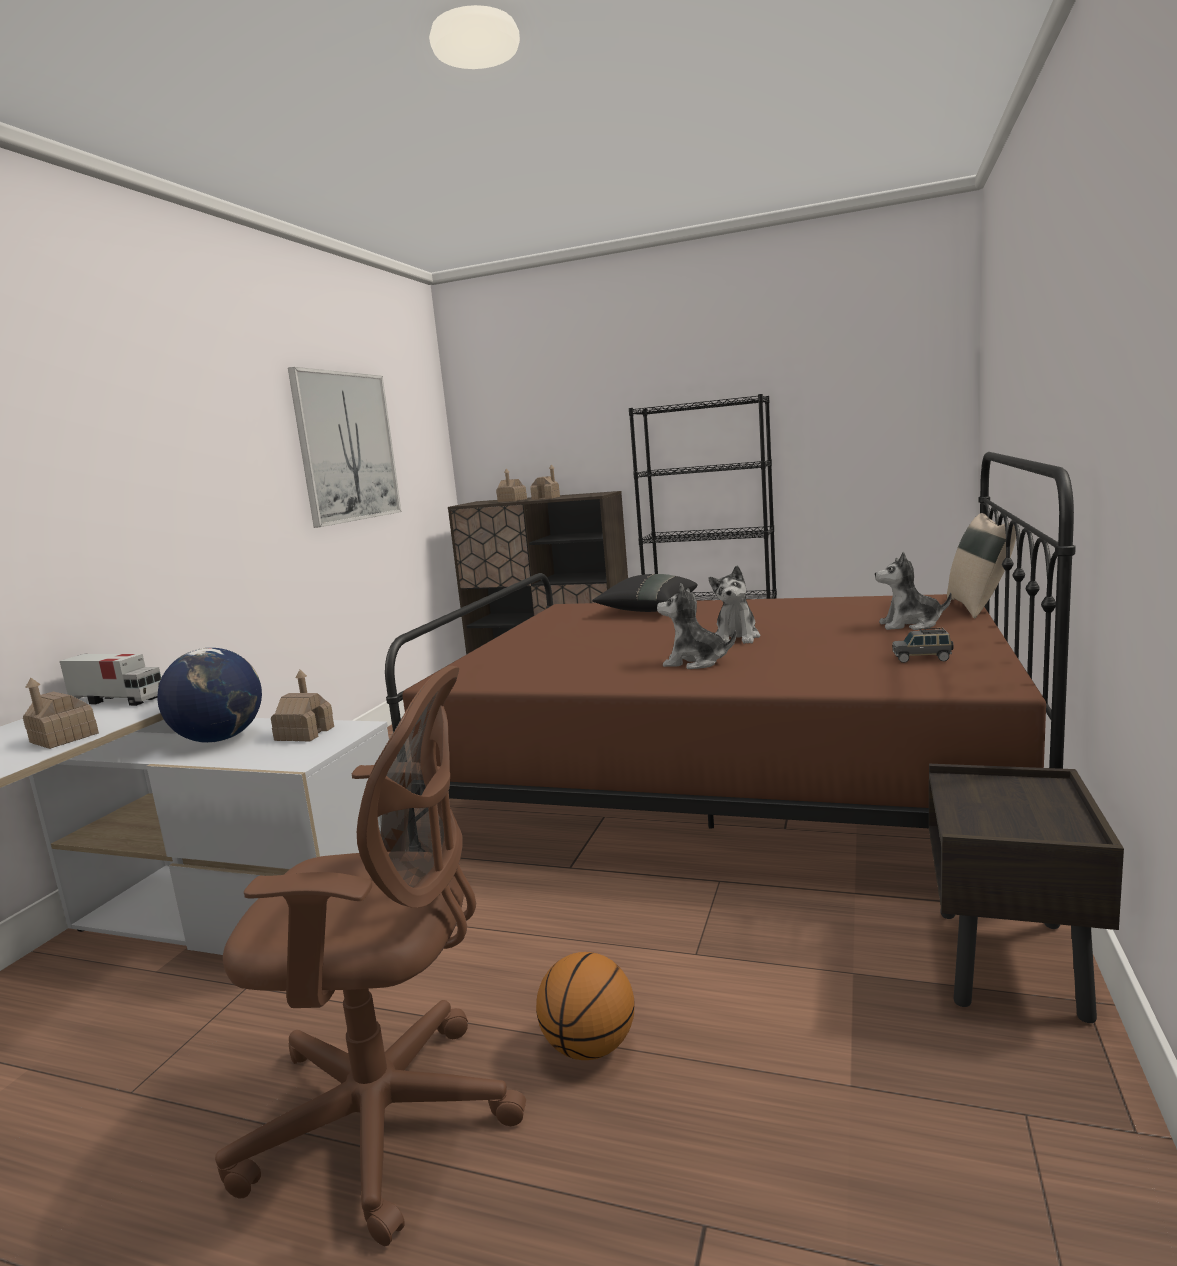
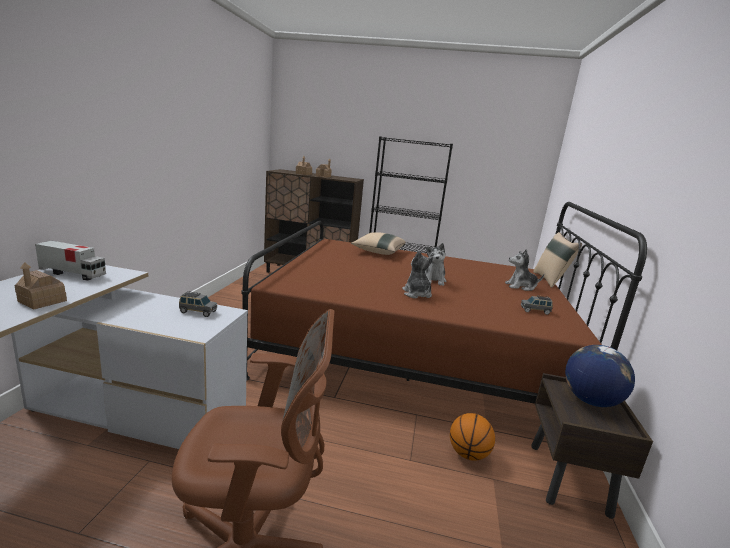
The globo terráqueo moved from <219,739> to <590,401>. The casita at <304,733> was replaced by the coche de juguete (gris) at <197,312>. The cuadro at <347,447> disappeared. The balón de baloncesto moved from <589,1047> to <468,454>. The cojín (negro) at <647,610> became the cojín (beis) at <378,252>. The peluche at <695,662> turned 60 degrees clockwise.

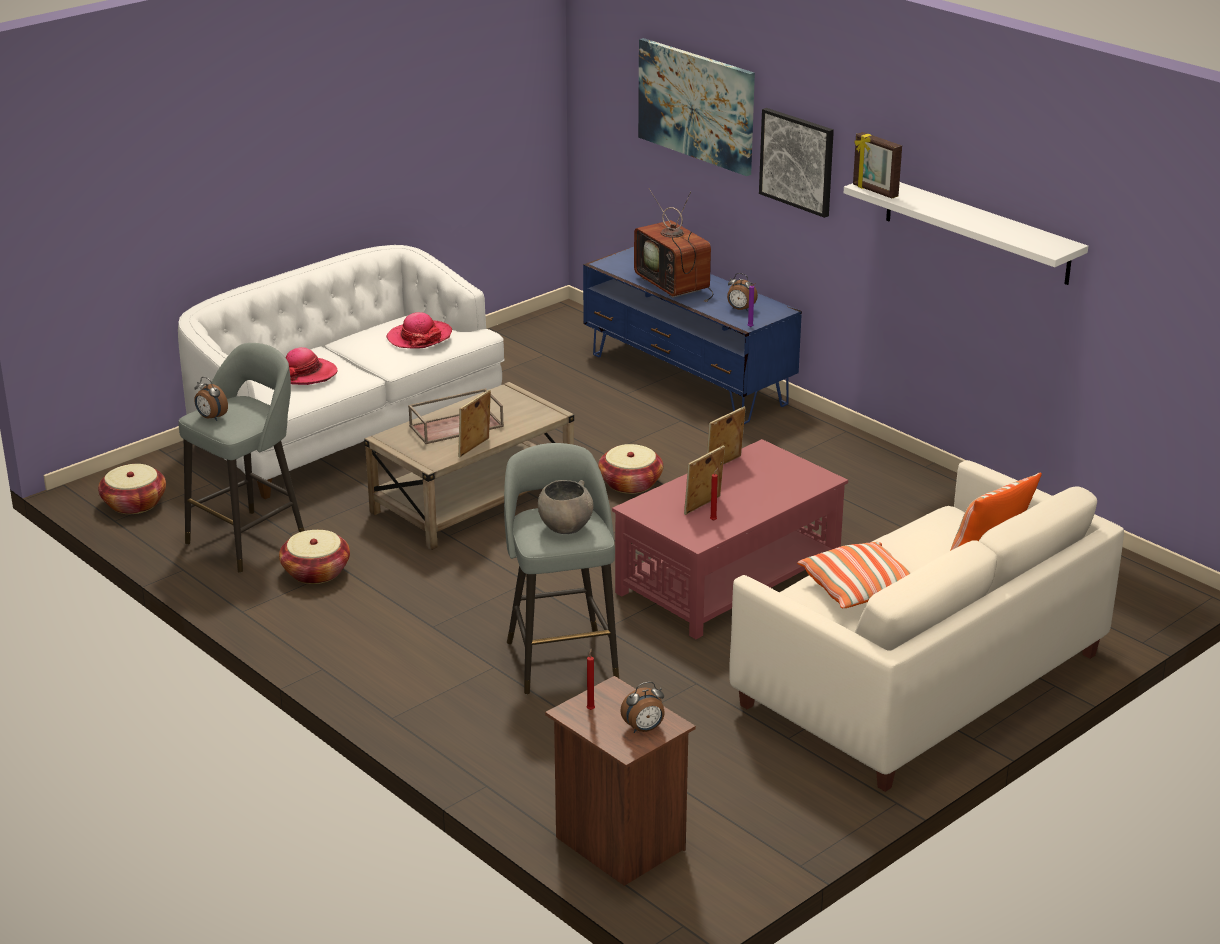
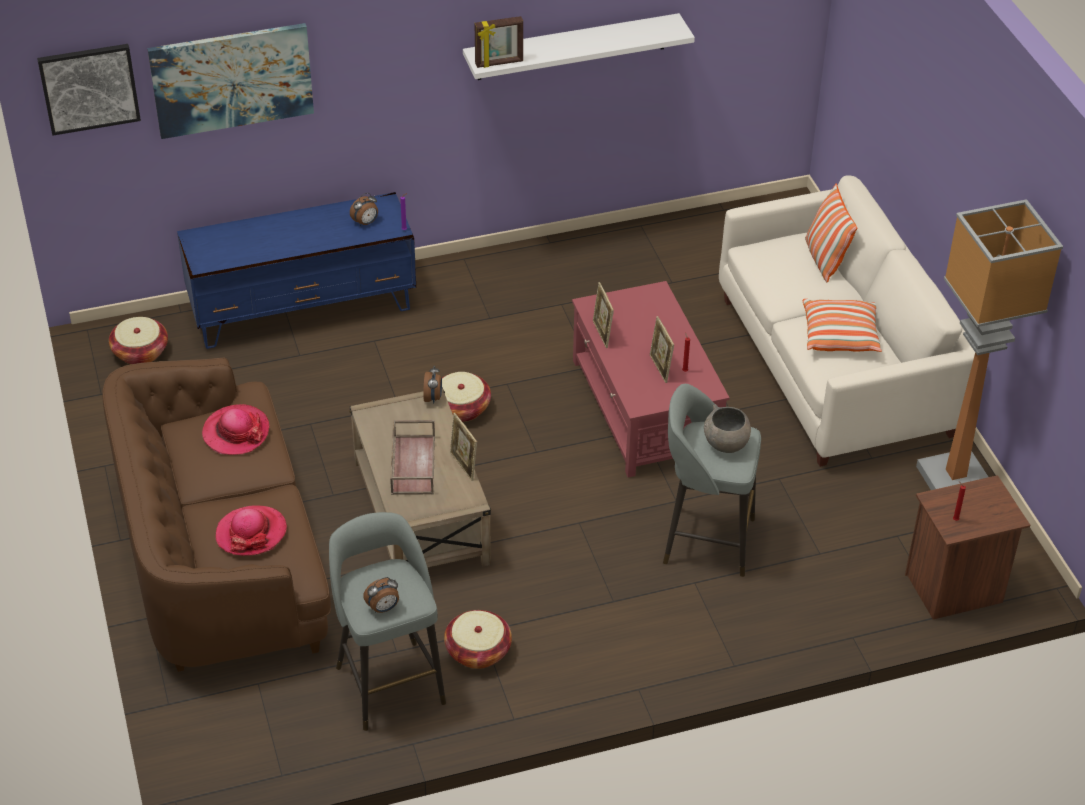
The cesta moved from <134,504> to <140,352>. The sofá (blanco) at <345,429> became the sofá (marrón) at <221,557>. The despertador moved from <644,729> to <433,398>. The televisor at <675,285> disappeared. The cuadro moved from <797,161> to <89,88>. The lámpara de pie at <956,480> appeared.

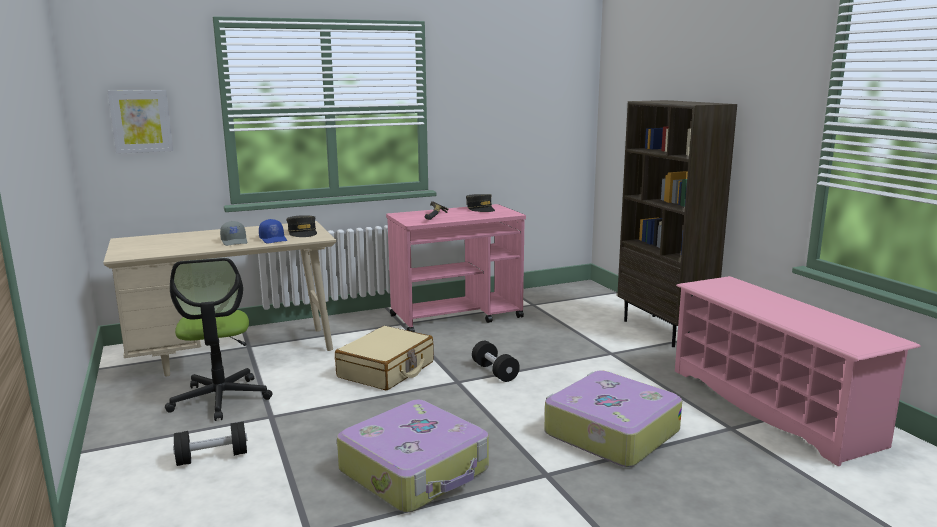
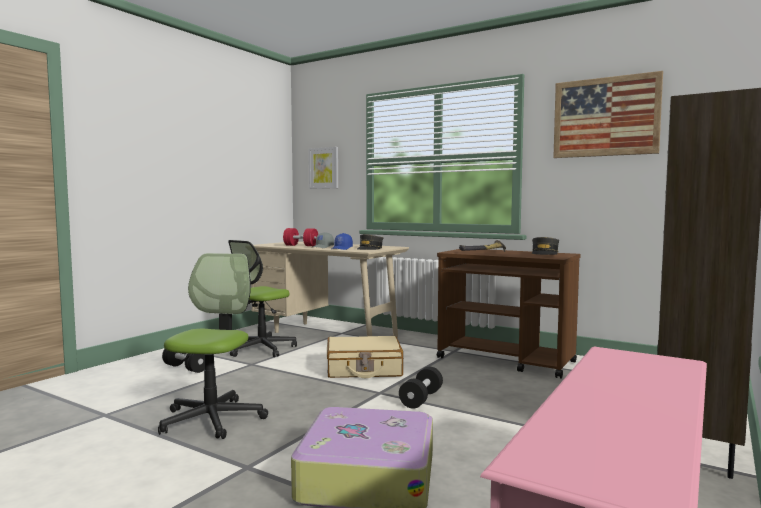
The maleta at <416,471> was replaced by the silla de oficina at <212,419>. The carrito (rosa) at <457,316> became the carrito (marrón) at <506,360>. The mancuerna (rojo) at <301,245> appeared. The cuadro at <605,117> appeared.

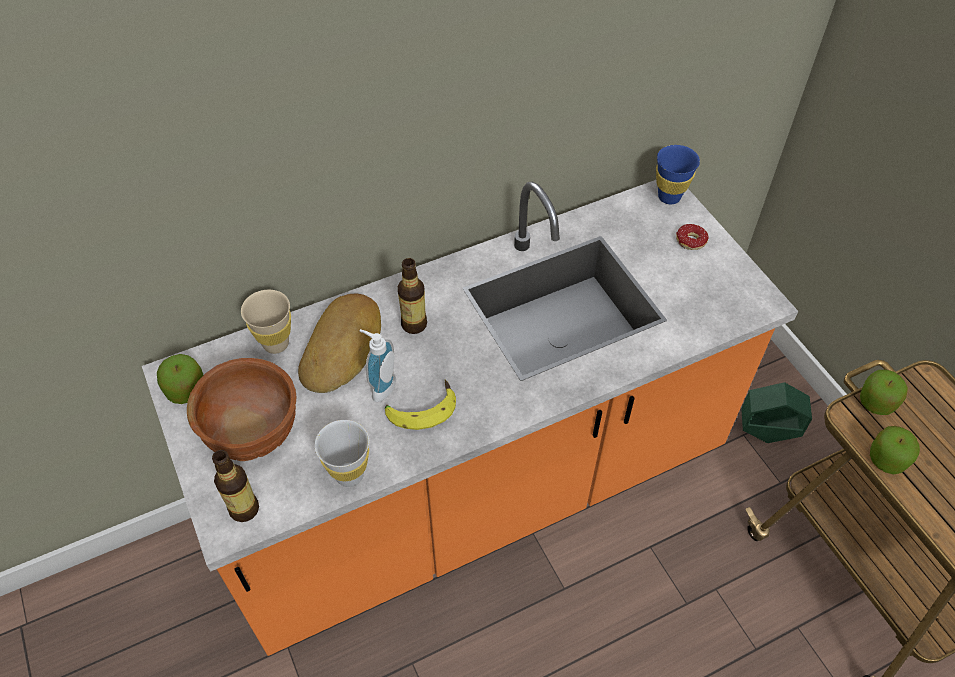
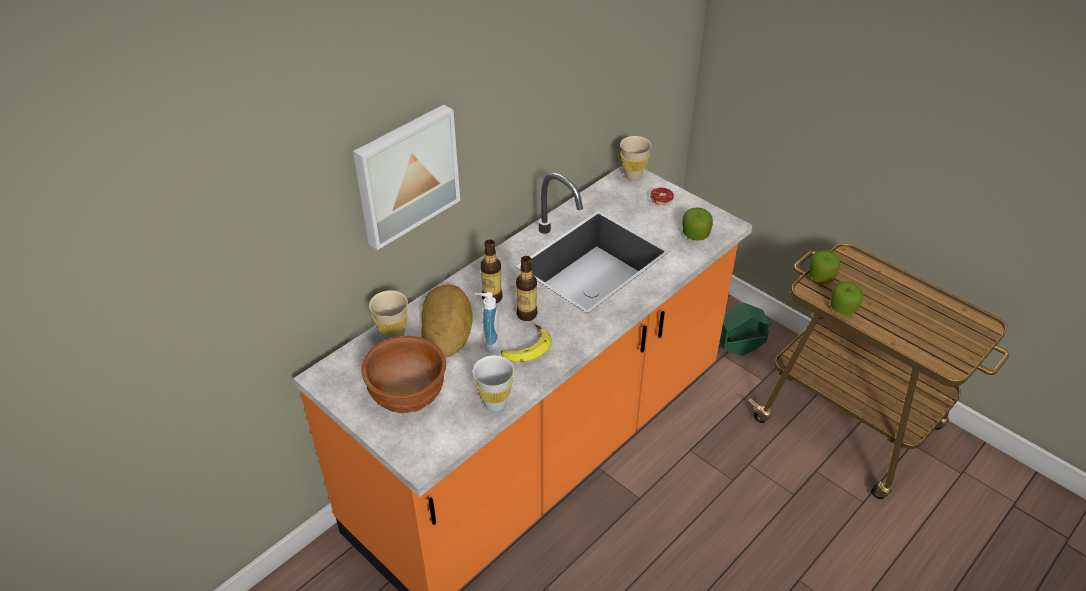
The manzana moved from <186,390> to <695,234>. The botella moved from <244,509> to <527,314>. The taza (azul) at <669,197> became the taza (beis) at <633,176>. The cuadro at <405,174> appeared.

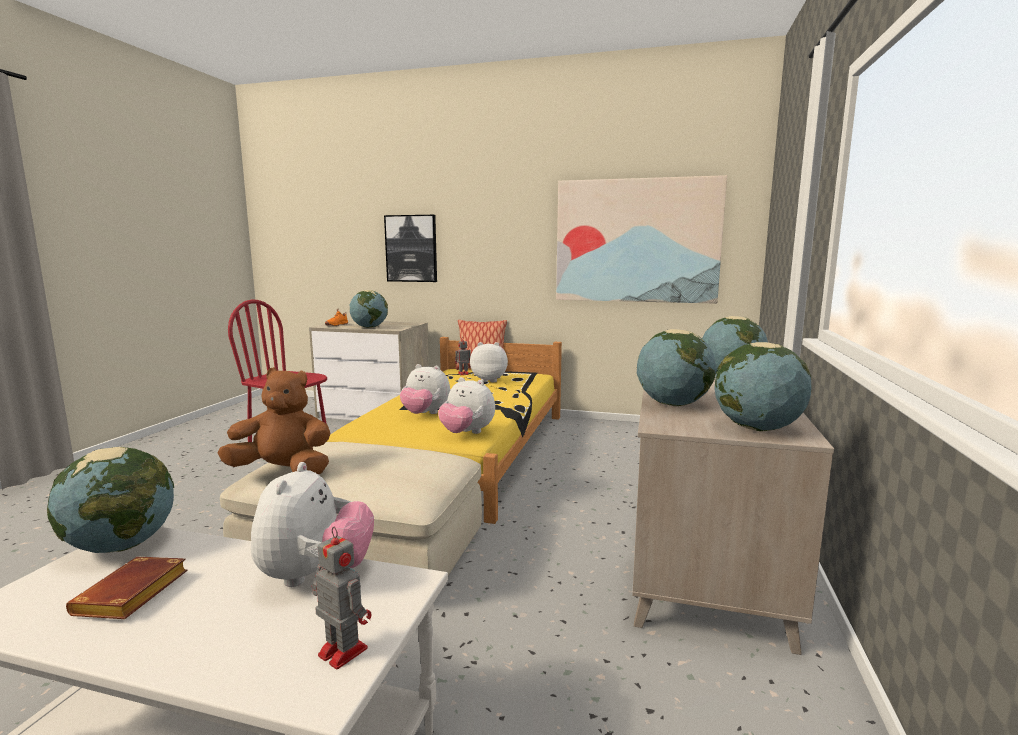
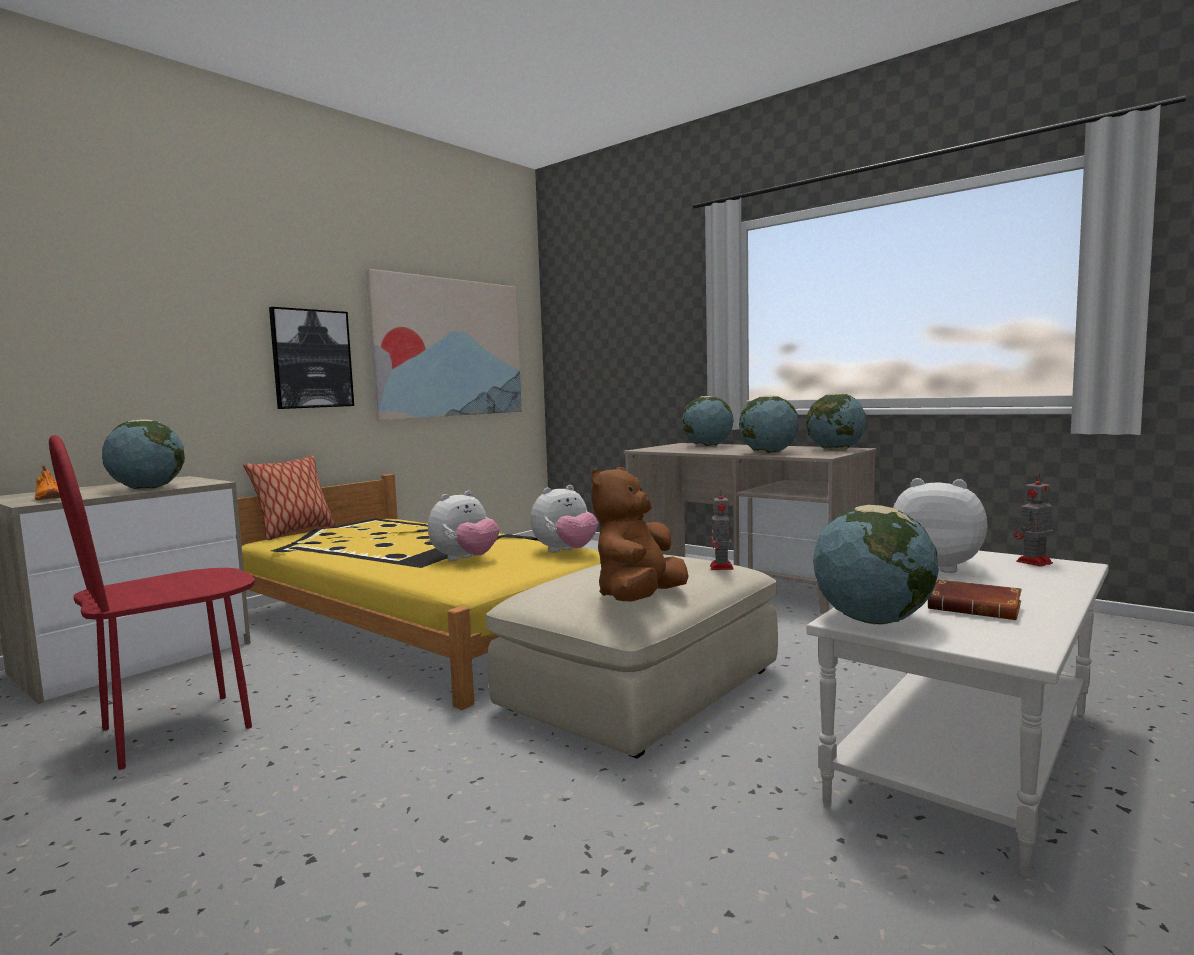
The cuadro moved from <411,248> to <311,359>. The robot de juguete moved from <462,374> to <721,567>. The peluche at <489,380> disappeared.

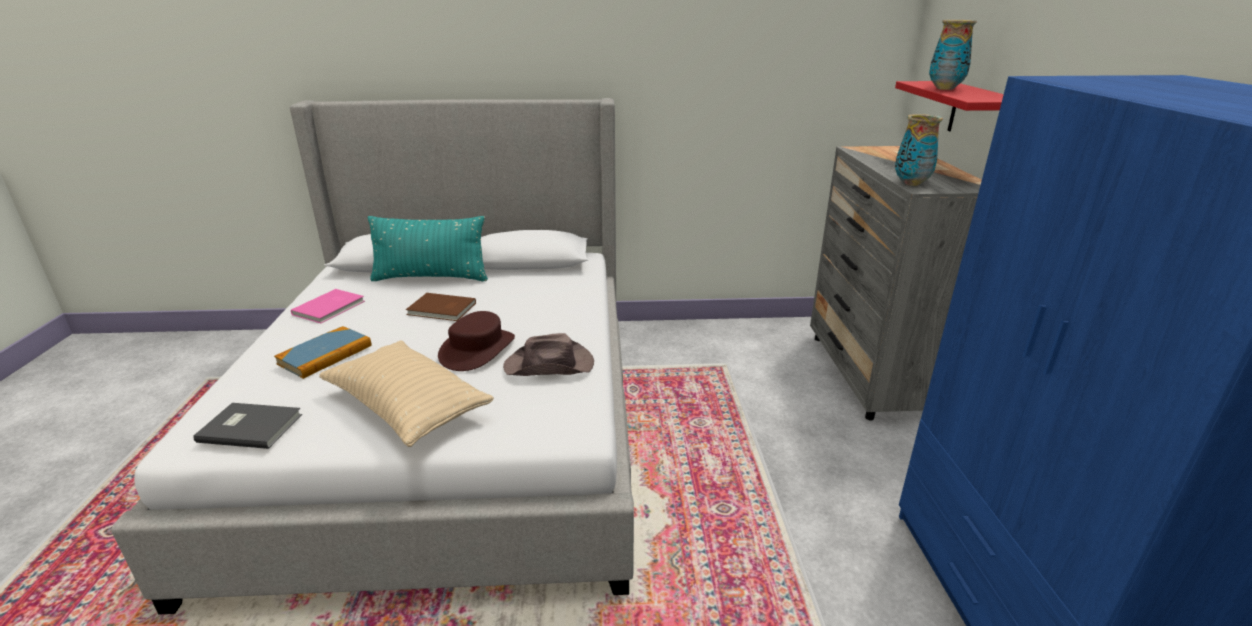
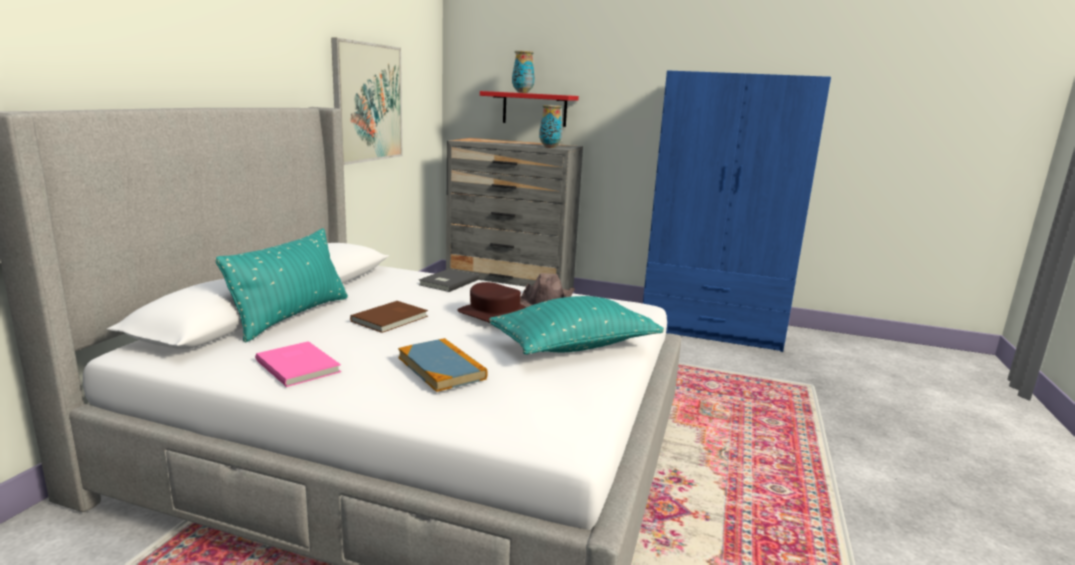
The libro (gris) moved from <250,426> to <447,282>. The cojín (beis) at <408,408> became the cojín (turquesa) at <574,346>. The cuadro at <368,102> appeared.

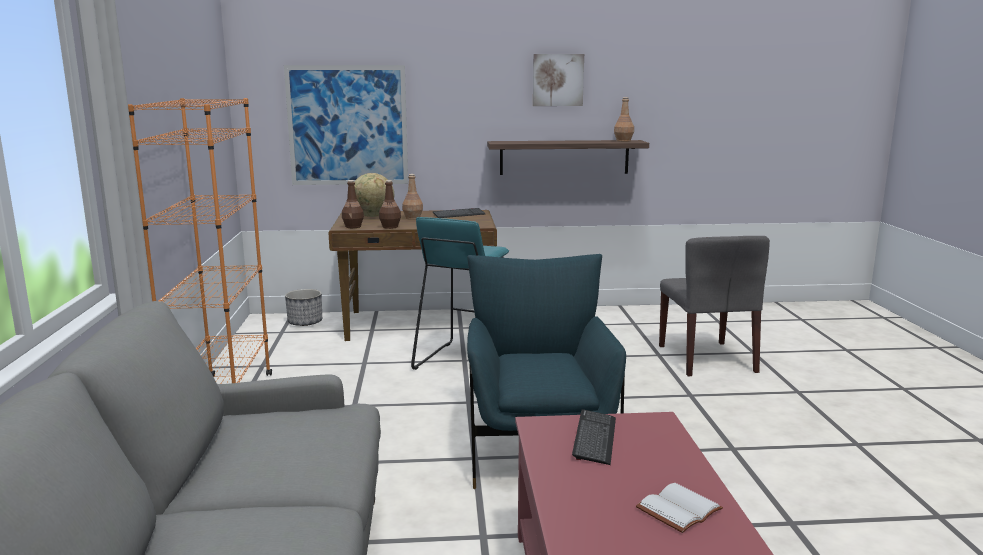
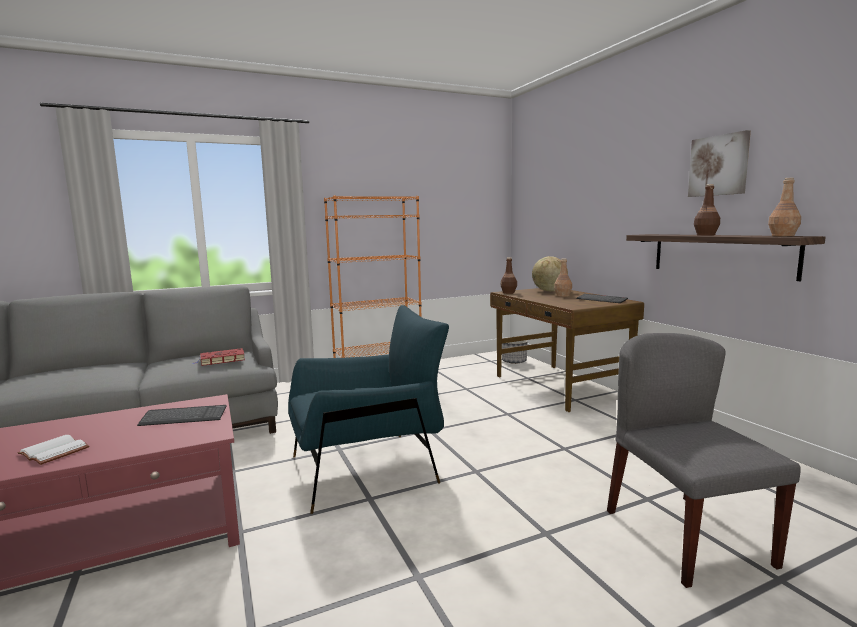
The cuadro at <347,125> disappeared. The botella (marrón) moved from <390,227> to <705,235>. The taburete (turquesa) at <464,362> disappeared. The silla (gris) at <707,359> turned 105 degrees clockwise. The libro (rojo) at <221,360> appeared.

